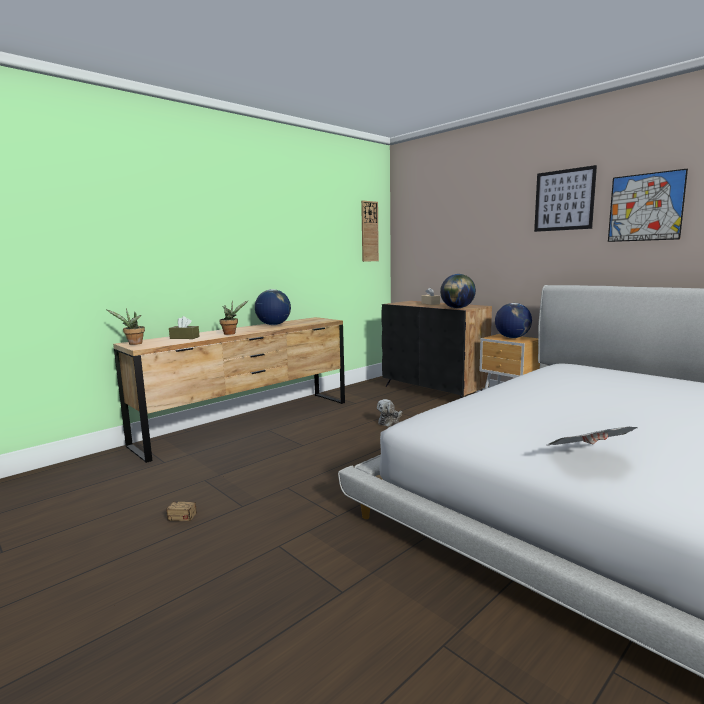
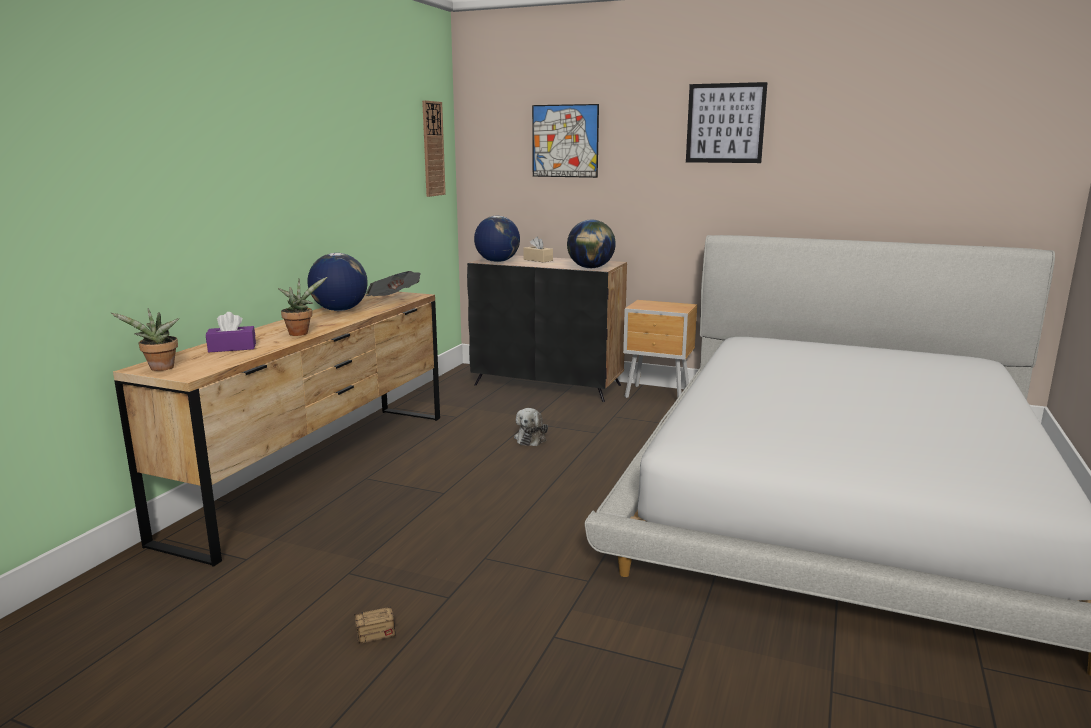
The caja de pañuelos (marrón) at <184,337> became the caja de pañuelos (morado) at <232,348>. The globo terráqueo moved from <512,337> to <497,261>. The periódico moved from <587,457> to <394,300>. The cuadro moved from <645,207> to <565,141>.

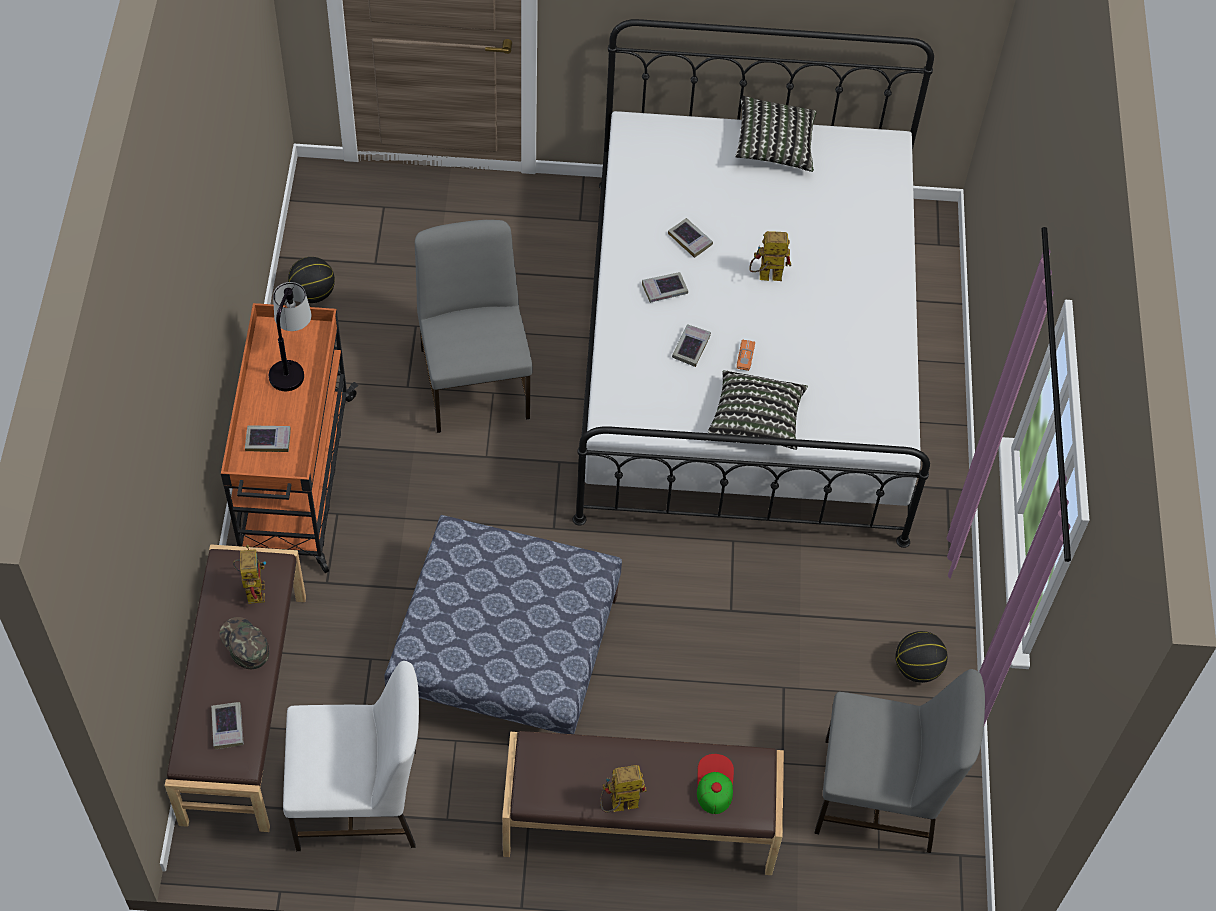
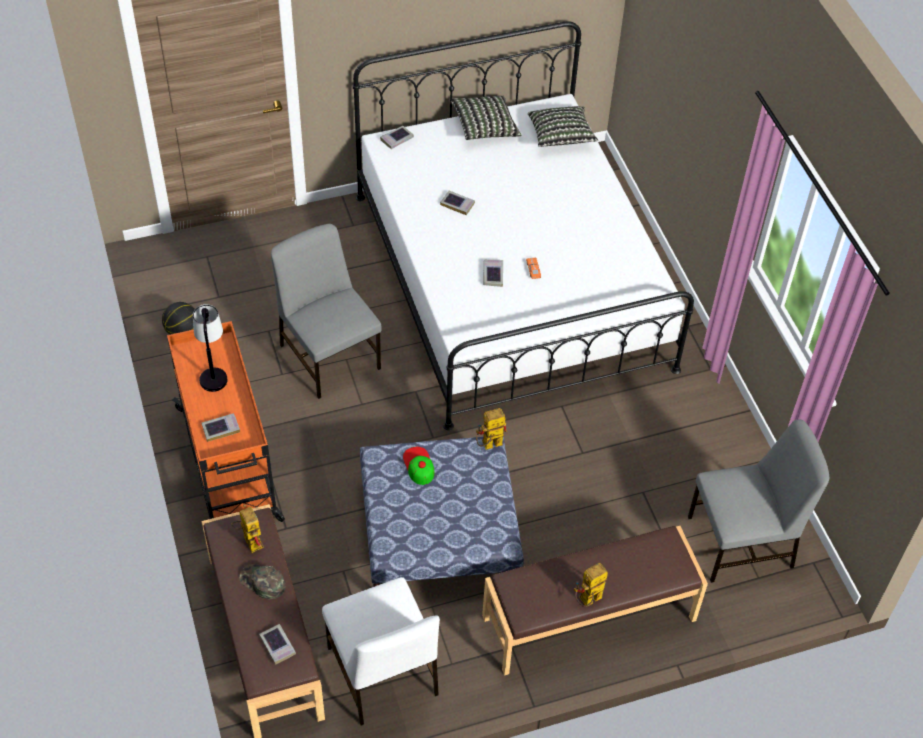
The silla (blanco) at <360,801> turned 90 degrees clockwise. The libro moved from <664,289> to <397,139>. The gorra moved from <714,783> to <418,465>. The cojín moved from <756,420> to <560,136>. The robot de juguete moved from <764,276> to <488,445>. The balón de baloncesto at <917,668> disappeared.

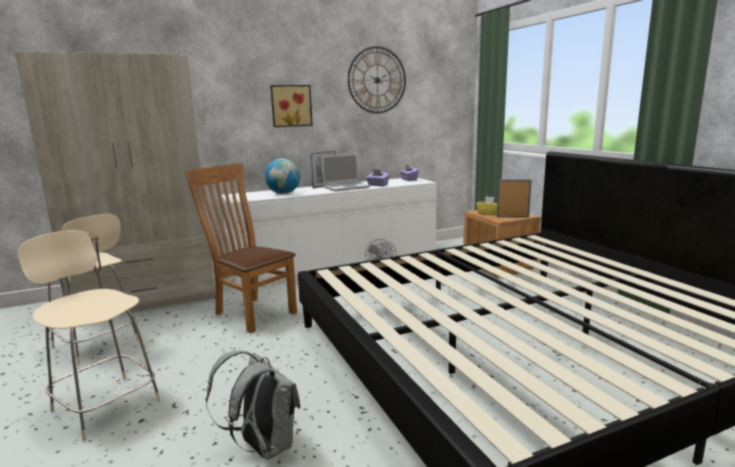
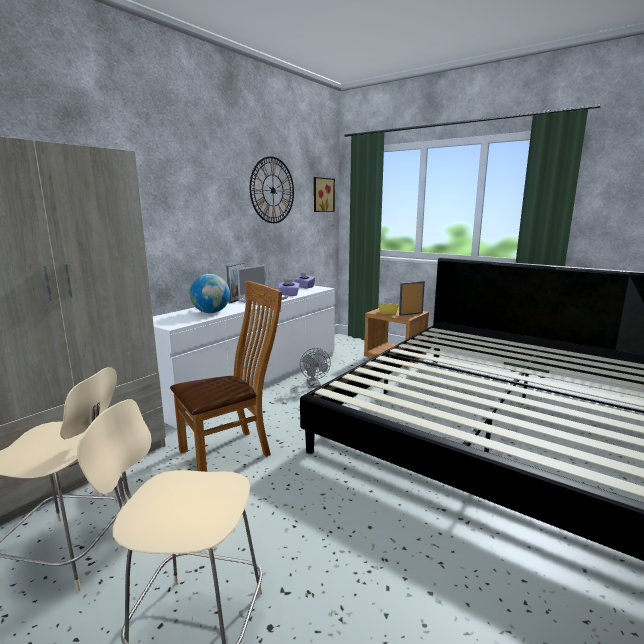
The silla (marrón) at <251,312> turned 135 degrees clockwise. The mochila (gris) at <263,446> disappeared. The cuadro moved from <291,106> to <322,195>.

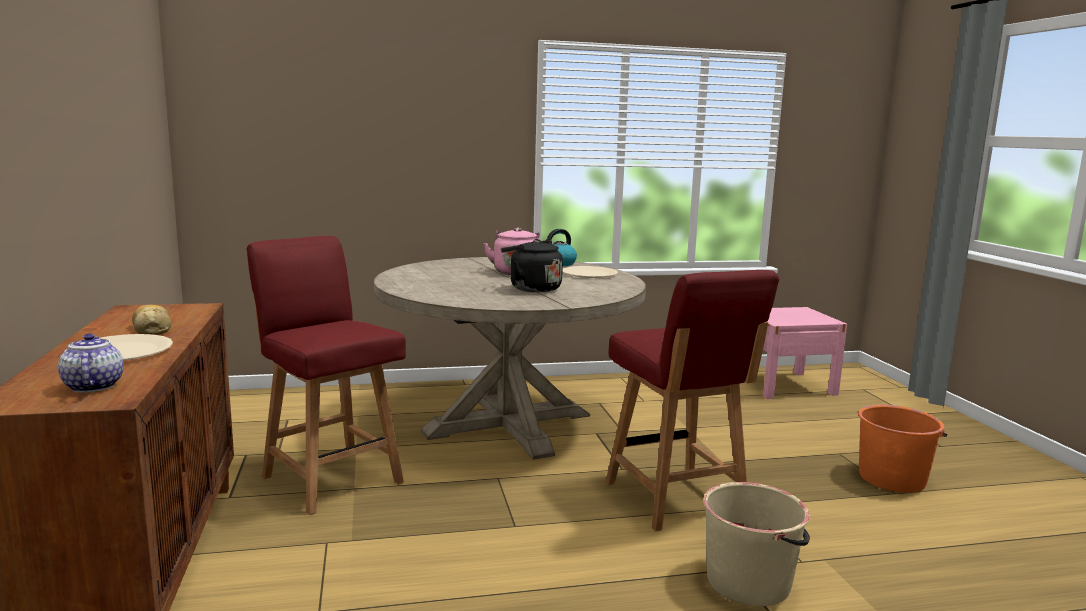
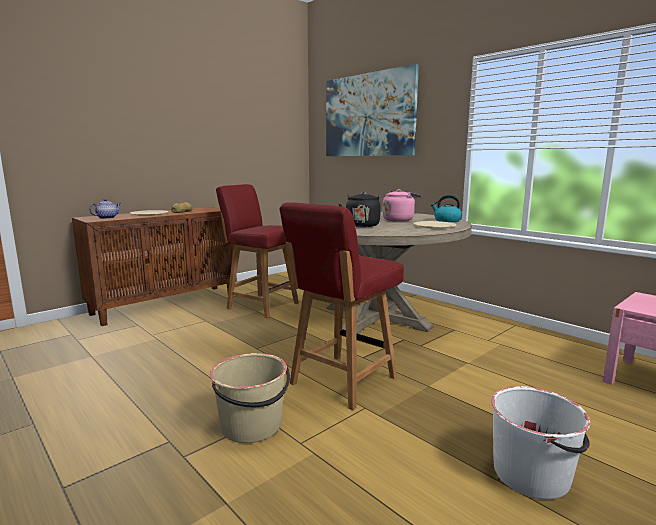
The silla (rojo) at <331,478> turned 75 degrees counterclockwise. The cubo (naranja) at <892,478> became the cubo (blanco) at <532,474>. The cuadro at <368,115> appeared.

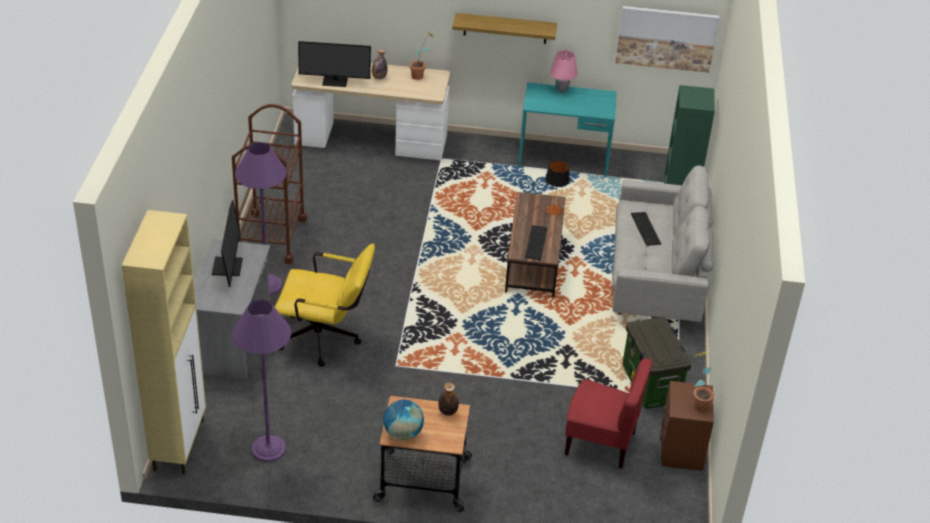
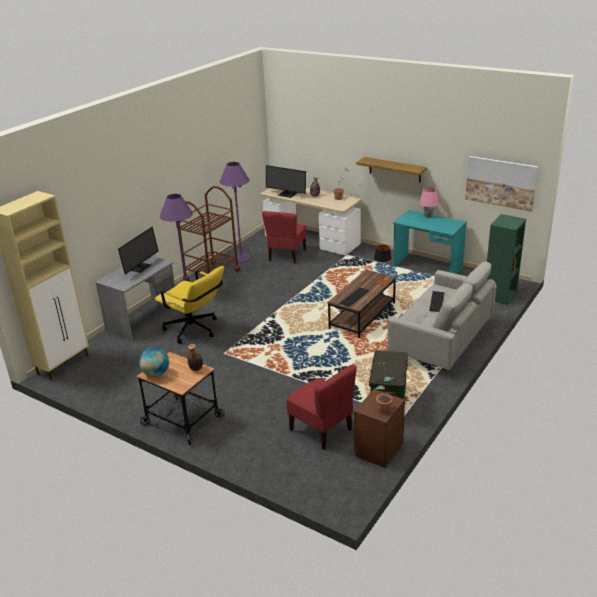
The lámpara de pie (morado) moved from <268,449> to <241,258>. The silla (rojo) at <286,255> appeared.

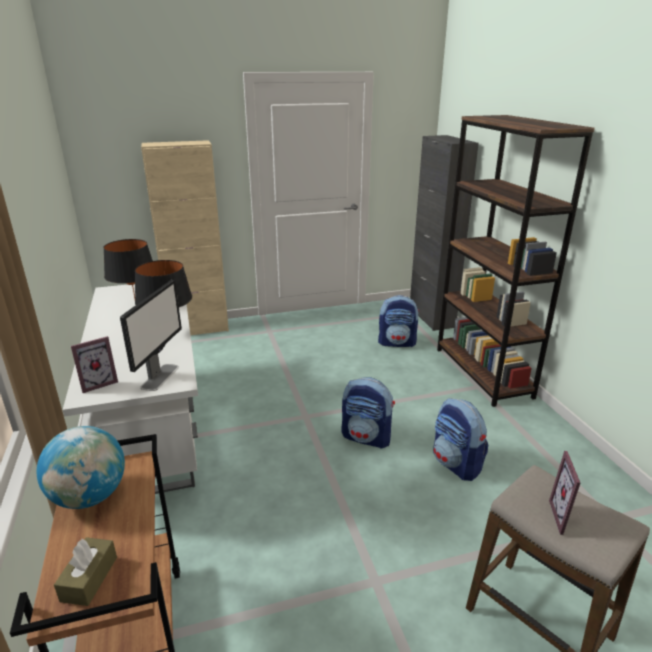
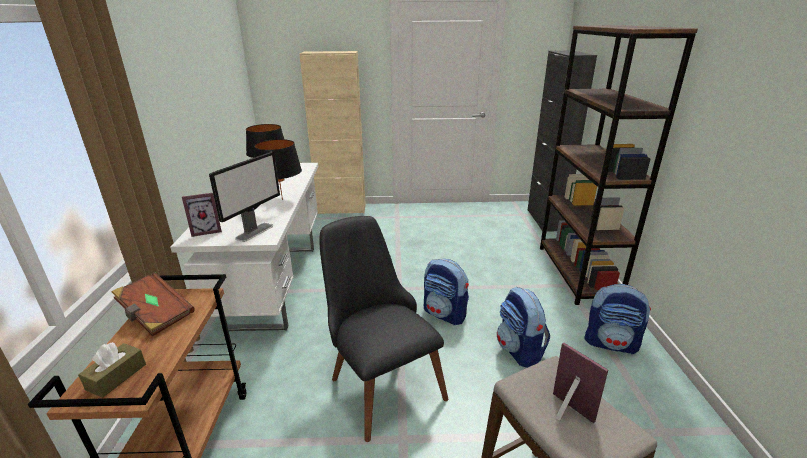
The globo terráqueo at <90,496> was replaced by the libro (marrón) at <156,315>. The mochila moved from <397,343> to <611,343>. The portarretratos at <567,518> turned 120 degrees clockwise. The silla (negro) at <379,379> appeared.

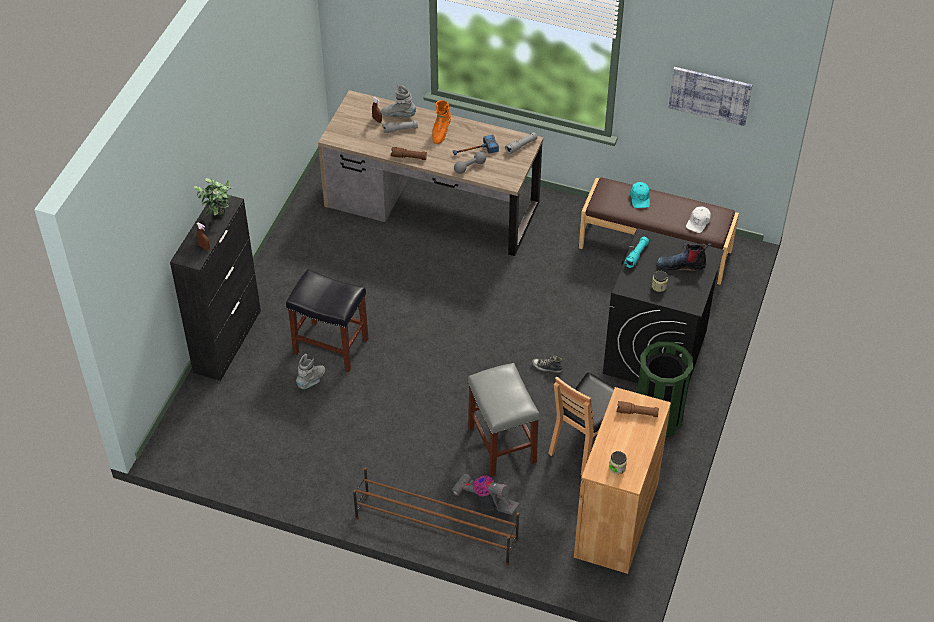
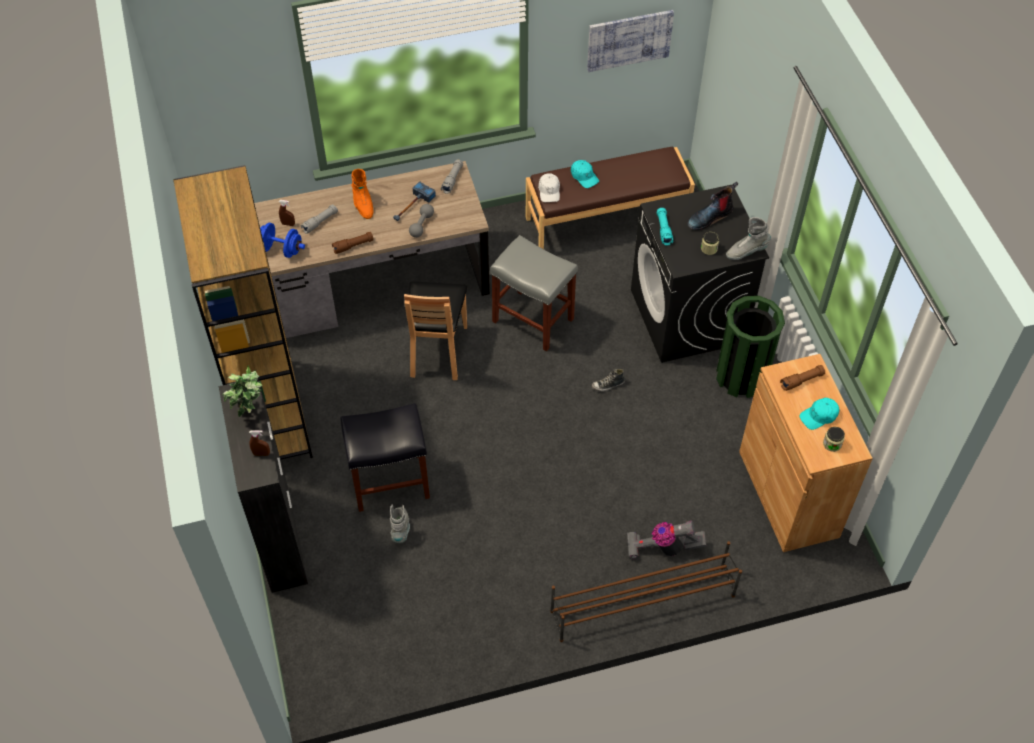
The bota (gris) moved from <399,115> to <746,252>. The taburete (gris) moved from <503,445> to <534,320>. The silla (marrón) moved from <586,444> to <437,350>. The gorra (blanco) moved from <698,222> to <549,191>. The estantería (marrón) at <270,414> appeared. The mancuerna (azul) at <281,249> appeared. The gorra (turquesa) at <819,416> appeared.

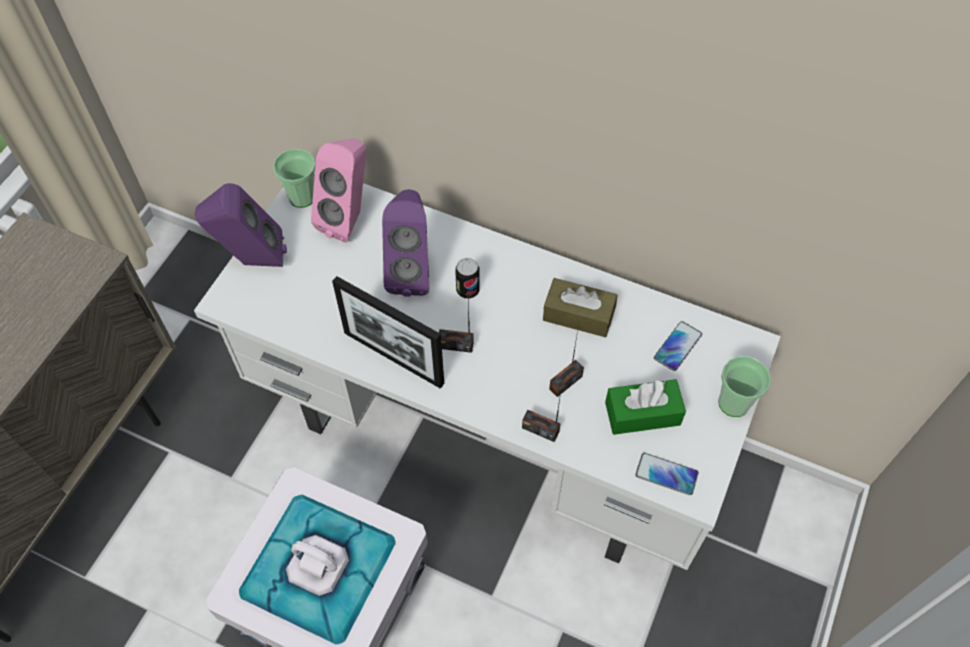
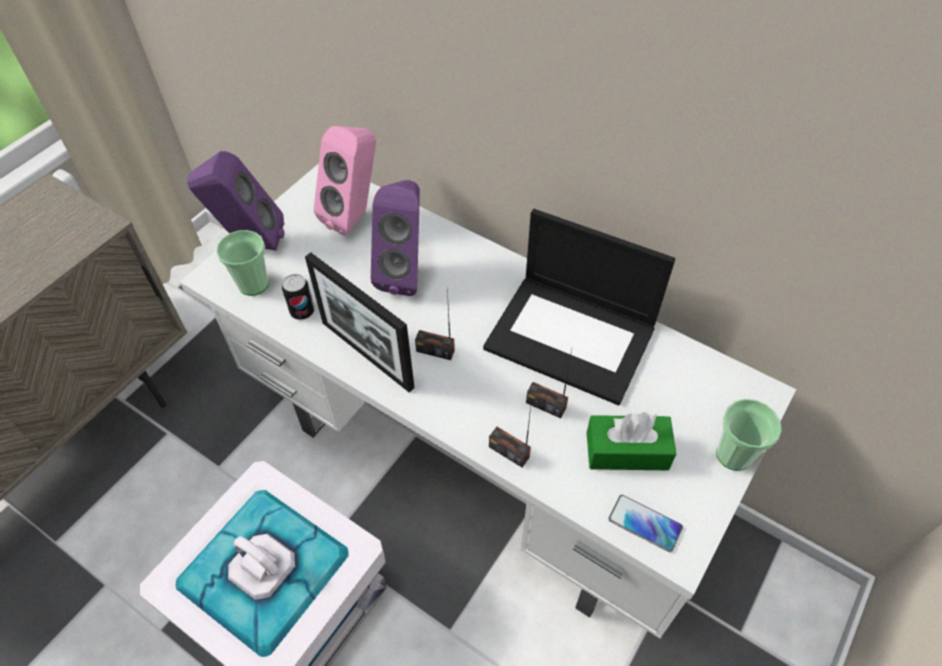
The taza moved from <302,197> to <253,284>. The lata moved from <467,290> to <302,311>. The caja de pañuelos (marrón) at <578,315> was replaced by the portátil at <572,337>. The radio at <565,382> turned 60 degrees clockwise. The móvil at <677,346> disappeared.

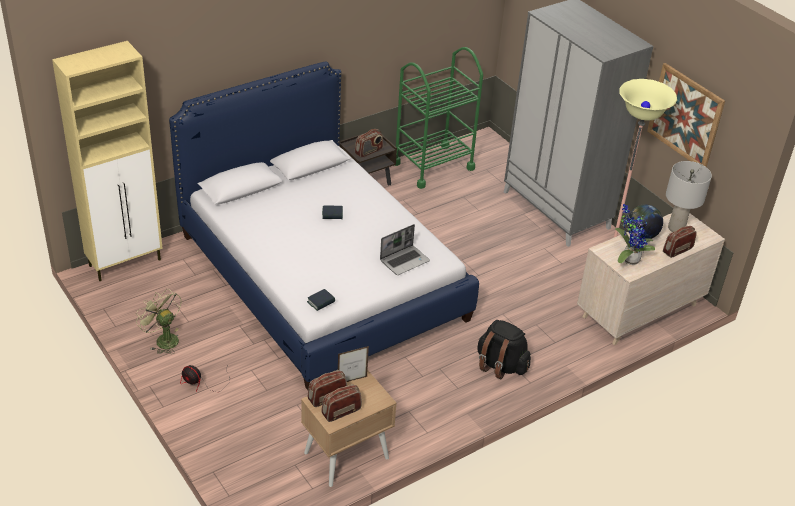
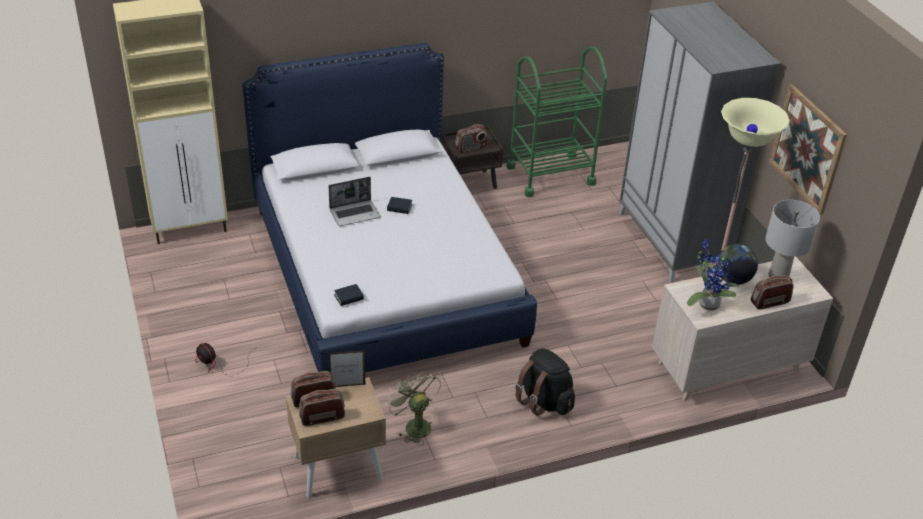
The ventilador (verde) moved from <163,339> to <414,425>. The portátil moved from <404,260> to <355,213>.

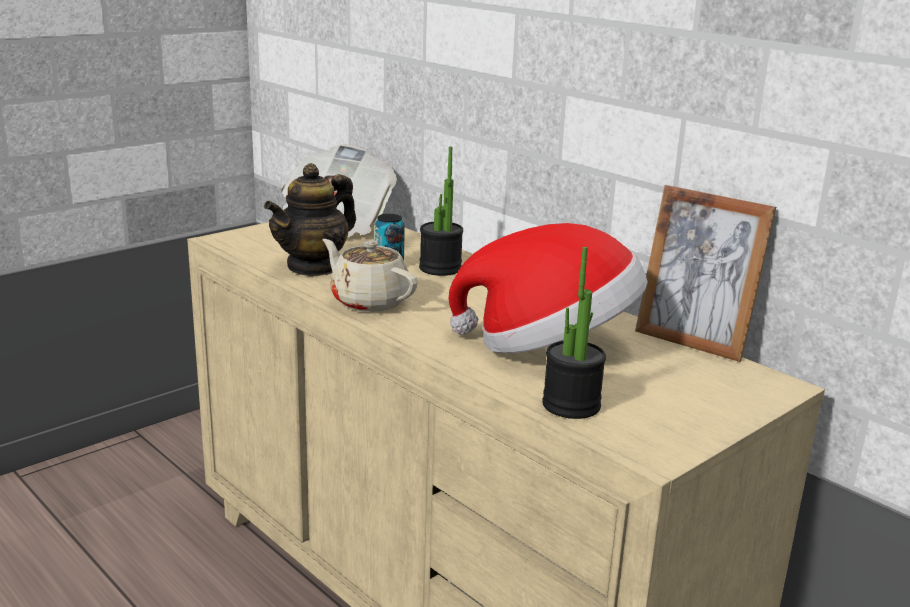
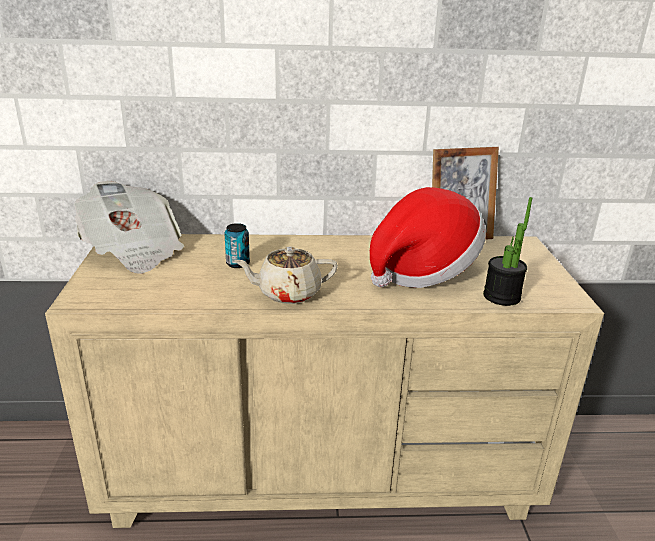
The tetera at <314,267> disappeared. The planta en maceta at <440,268> disappeared.

